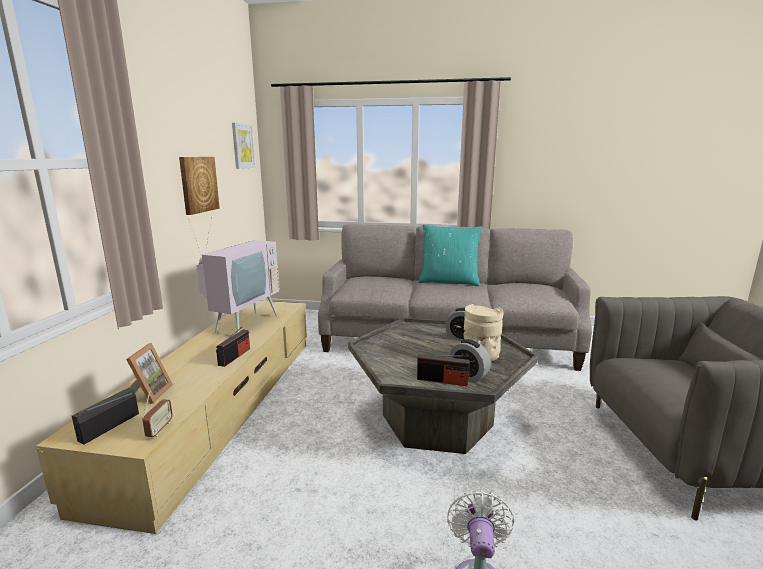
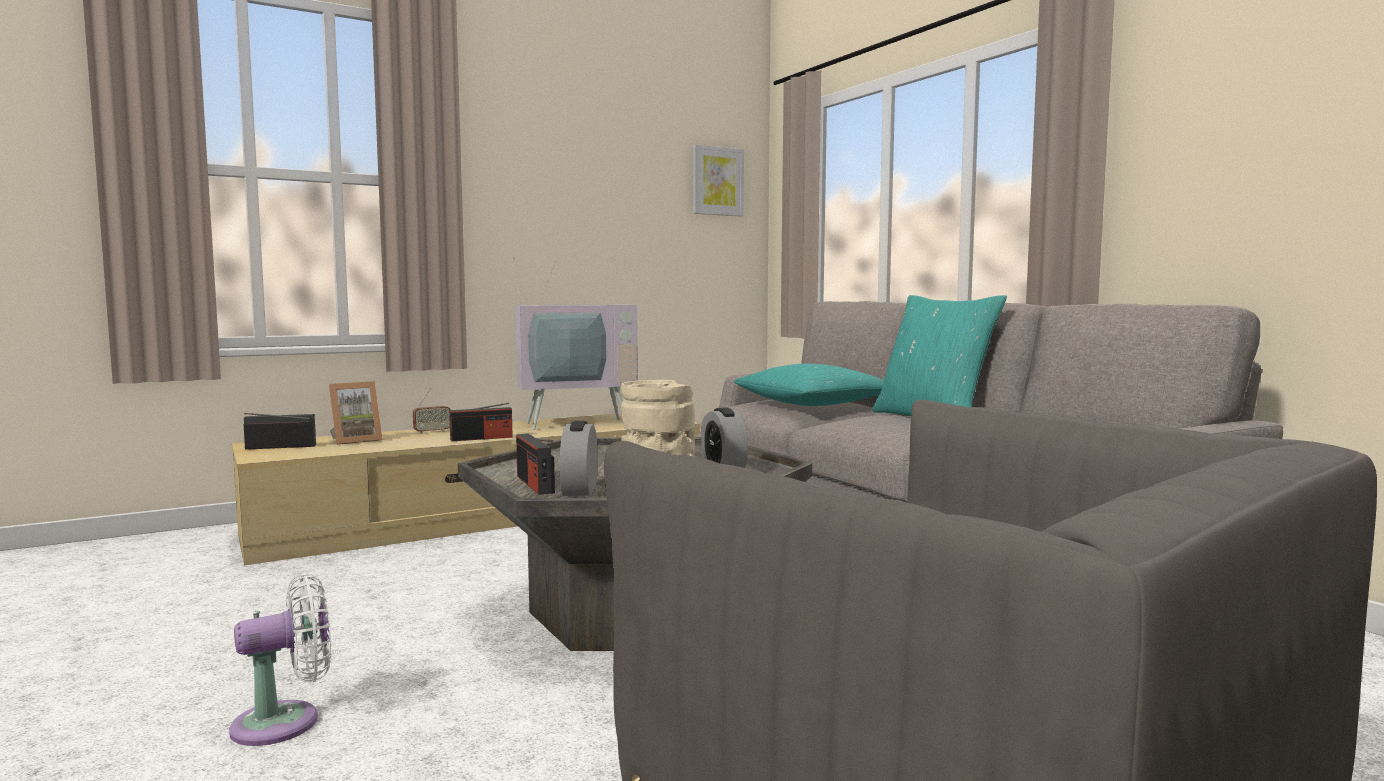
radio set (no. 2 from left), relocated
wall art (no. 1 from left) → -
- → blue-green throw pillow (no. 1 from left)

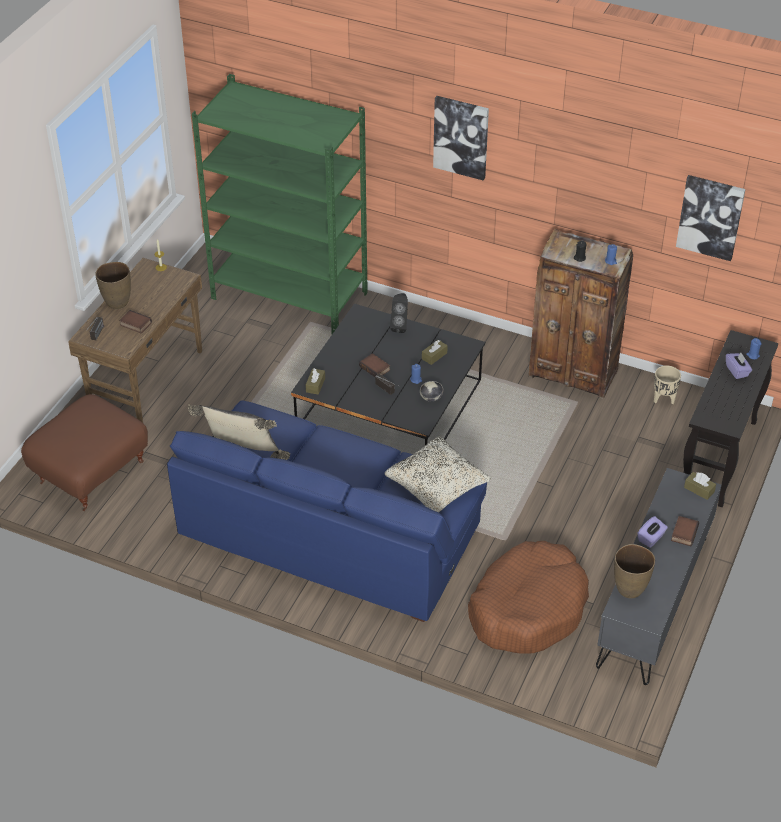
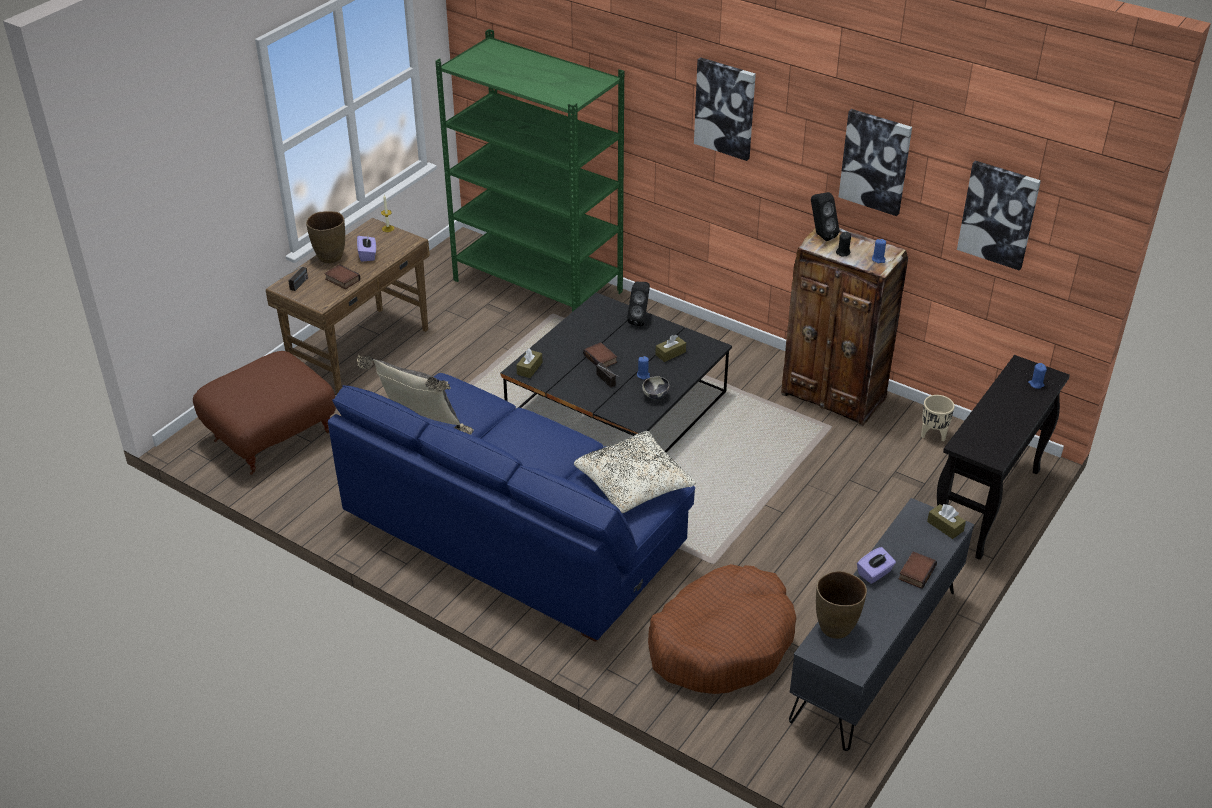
purple tissue holder (no. 2 from left in the first image) → purple tissue holder (no. 1 from left), relocated
- → black-coloured audio speaker (no. 2 from left)
- → wall art (no. 2 from left)

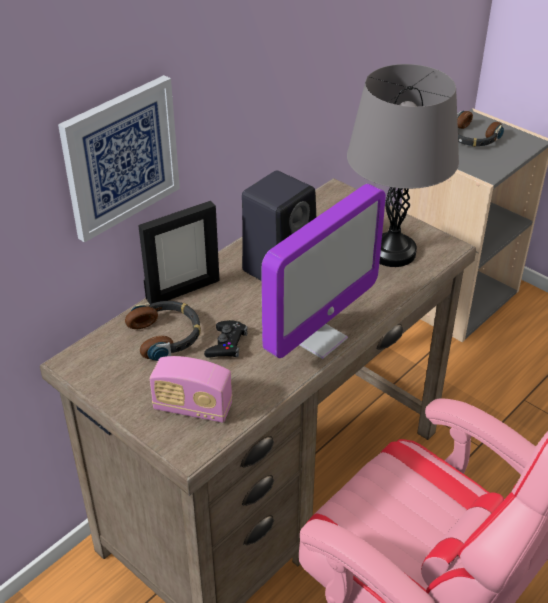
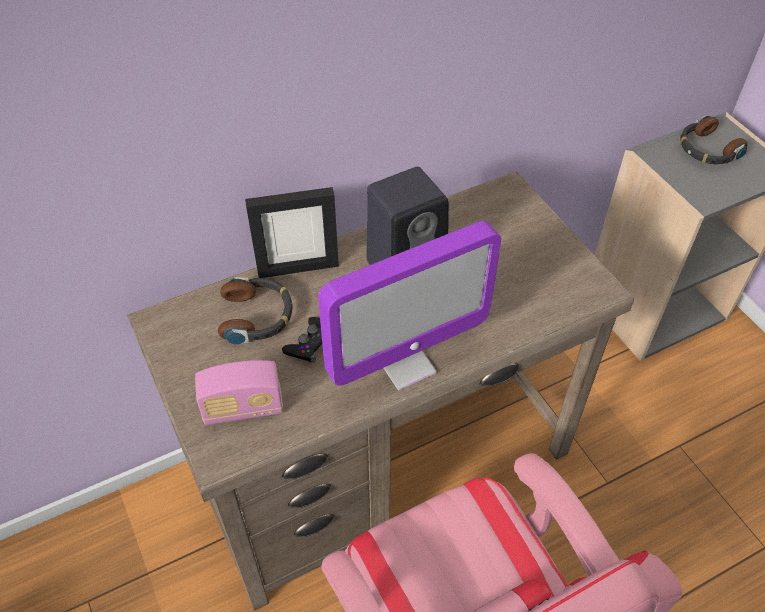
wall art → -
radio set, 45 degrees counterclockwise
greyish tabletop lamp → -

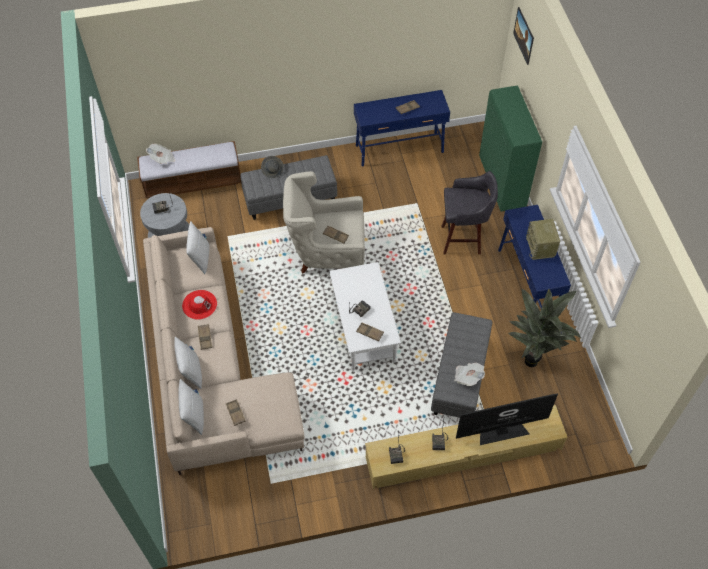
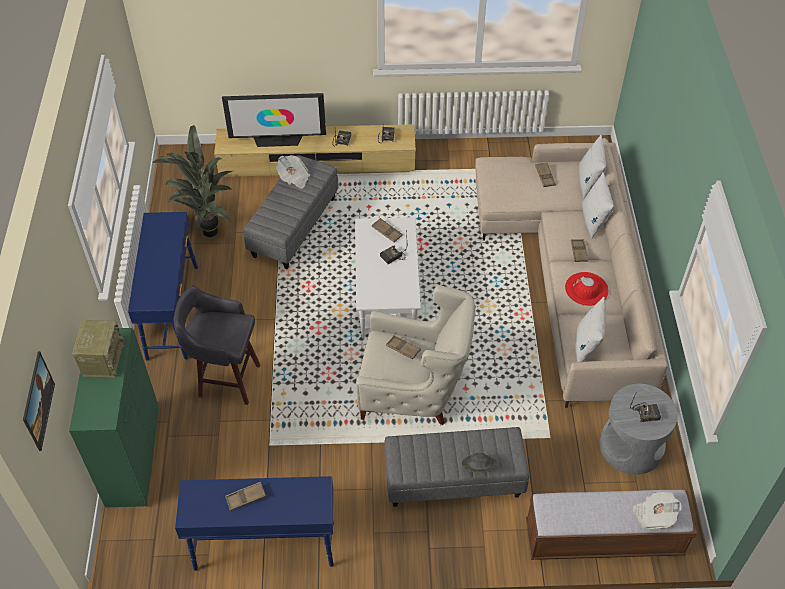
radio set (no. 5 from left in the first image) → radio set (no. 1 from left), relocated

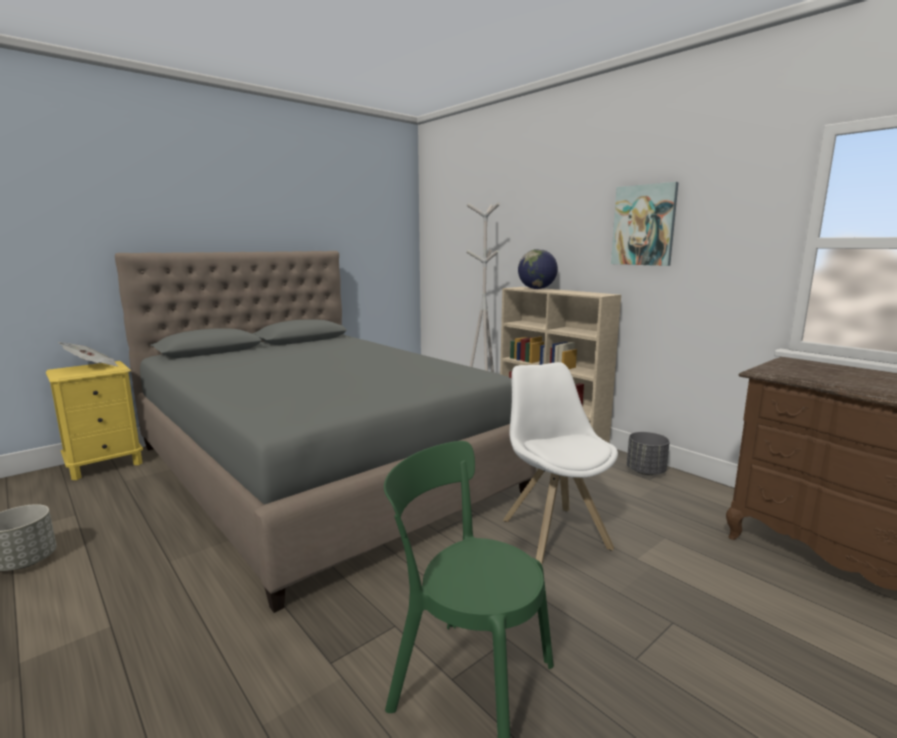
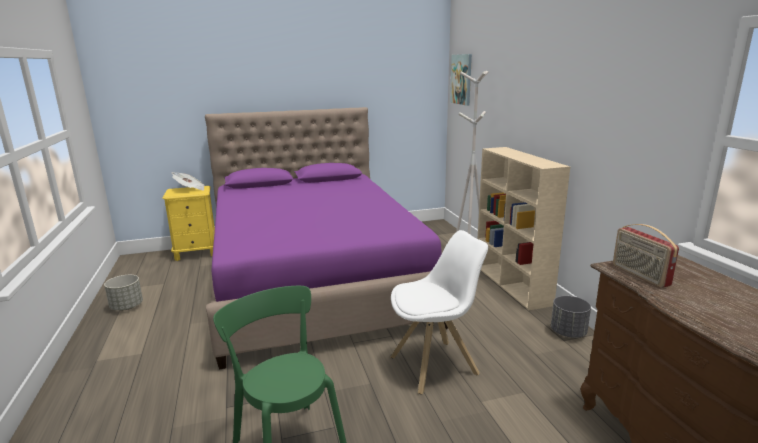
greyish bedroom bed → purple bedroom bed
white upright chair, 60 degrees clockwise
globe → -
wall art, relocated
- → radio set

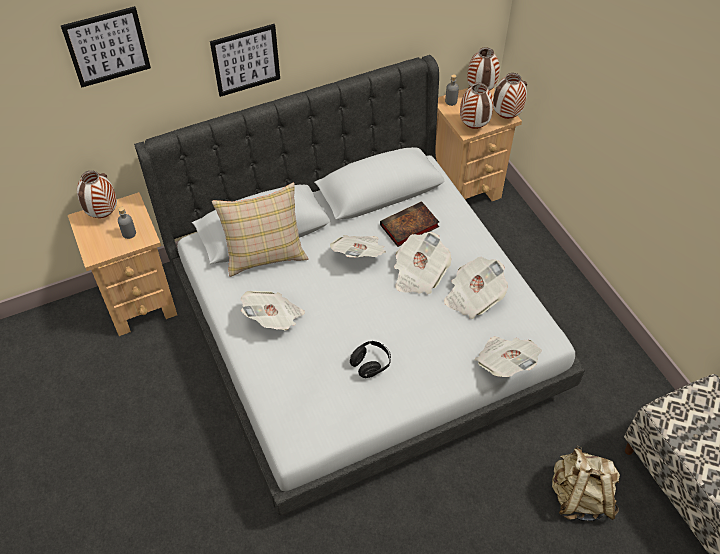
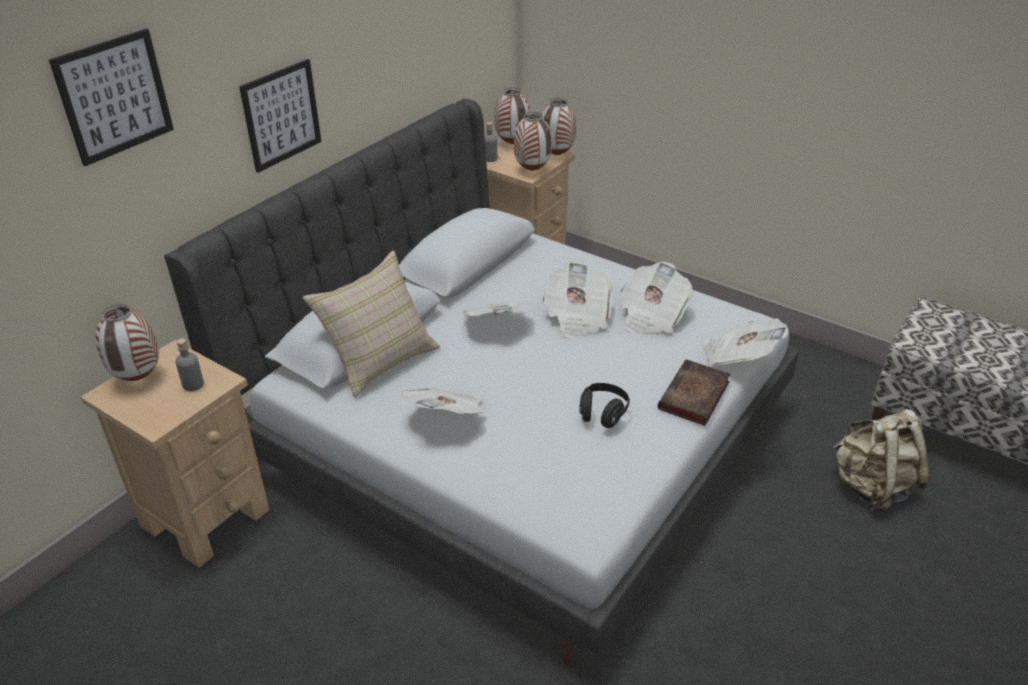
bound book, relocated

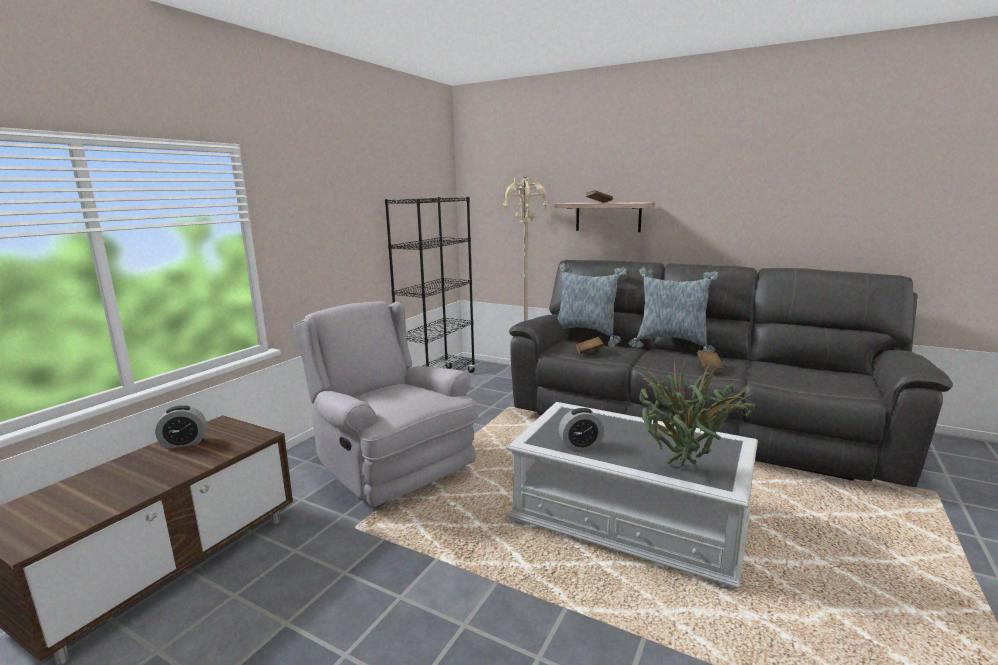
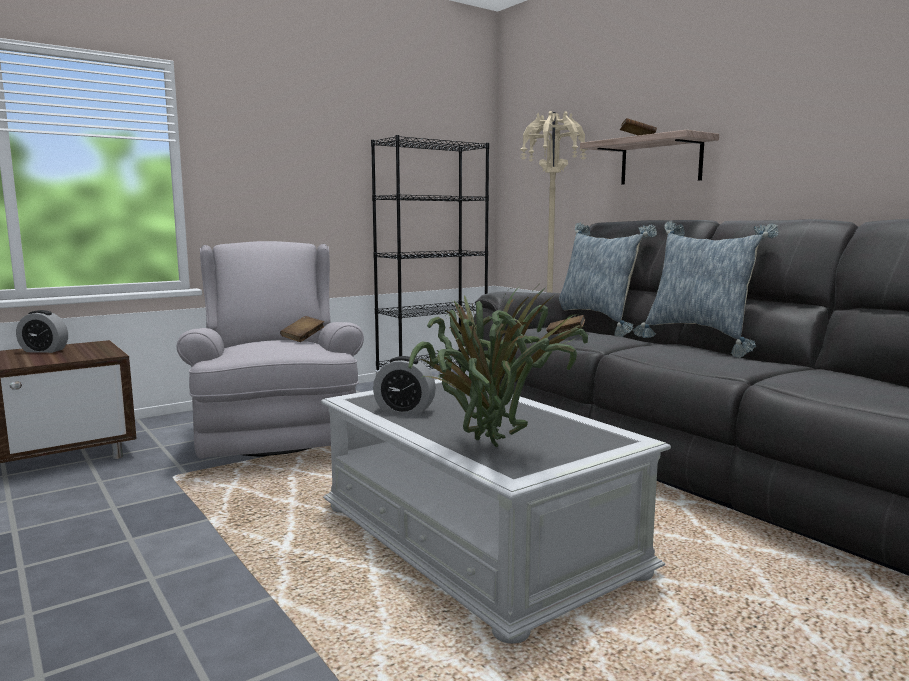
brown bound book (no. 3 from left in the first image) → brown bound book (no. 1 from left), relocated

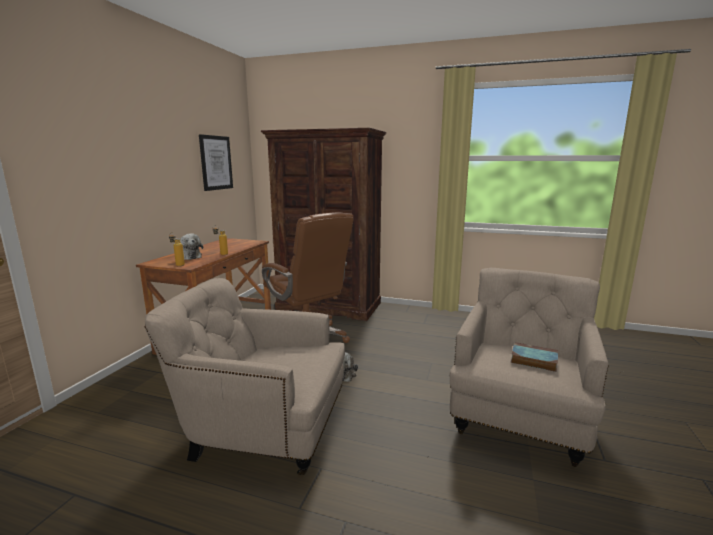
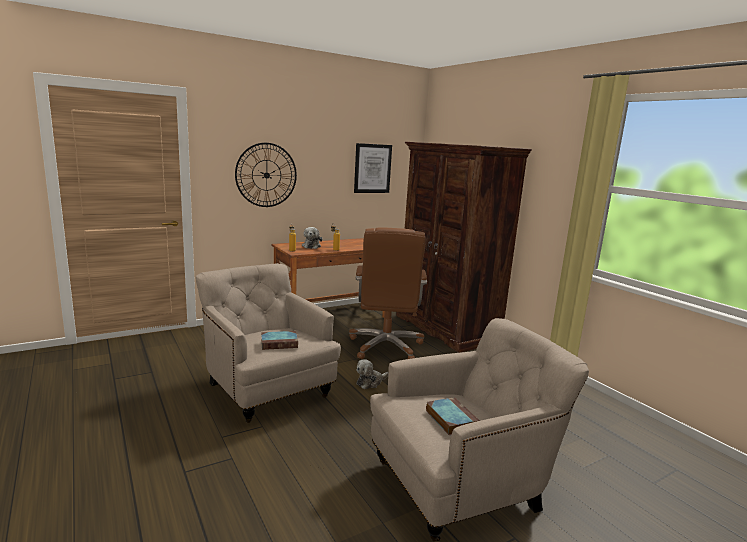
- → hanging clock
- → bound book (no. 1 from left)

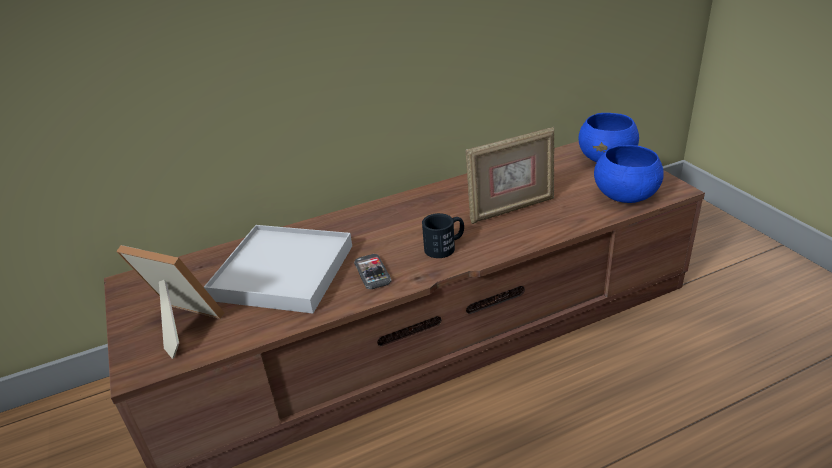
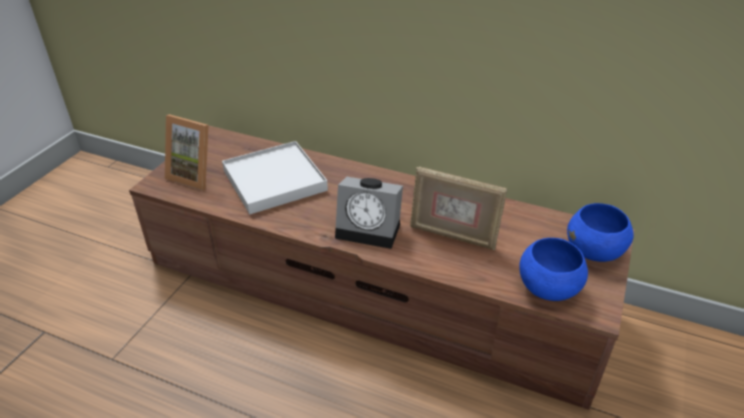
standing frame (no. 1 from left), 135 degrees clockwise
telephone → -
black-coloured coffee mug → bedside clock

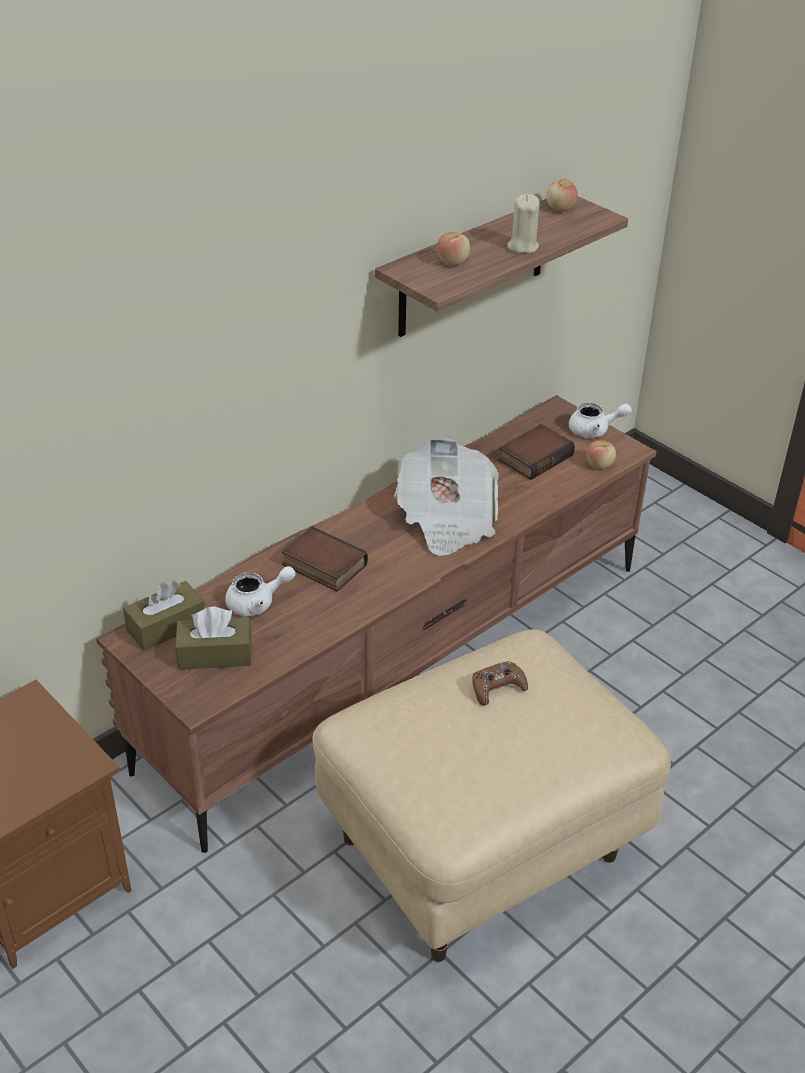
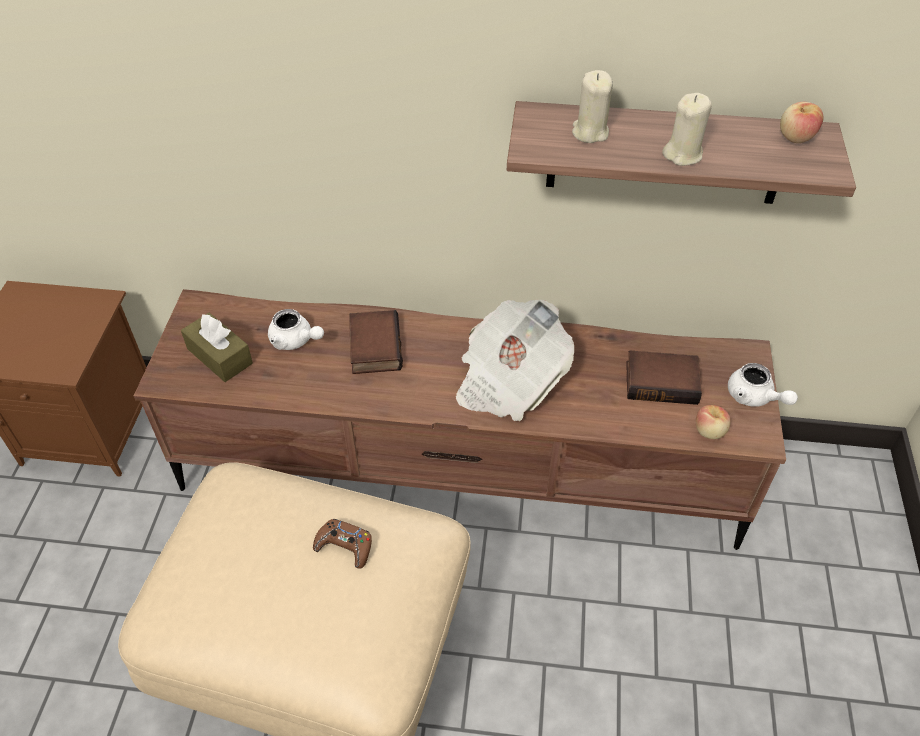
brown tissue holder (no. 1 from left) → -
apple fruit (no. 1 from left) → beige-coloured wax candle (no. 1 from left)

